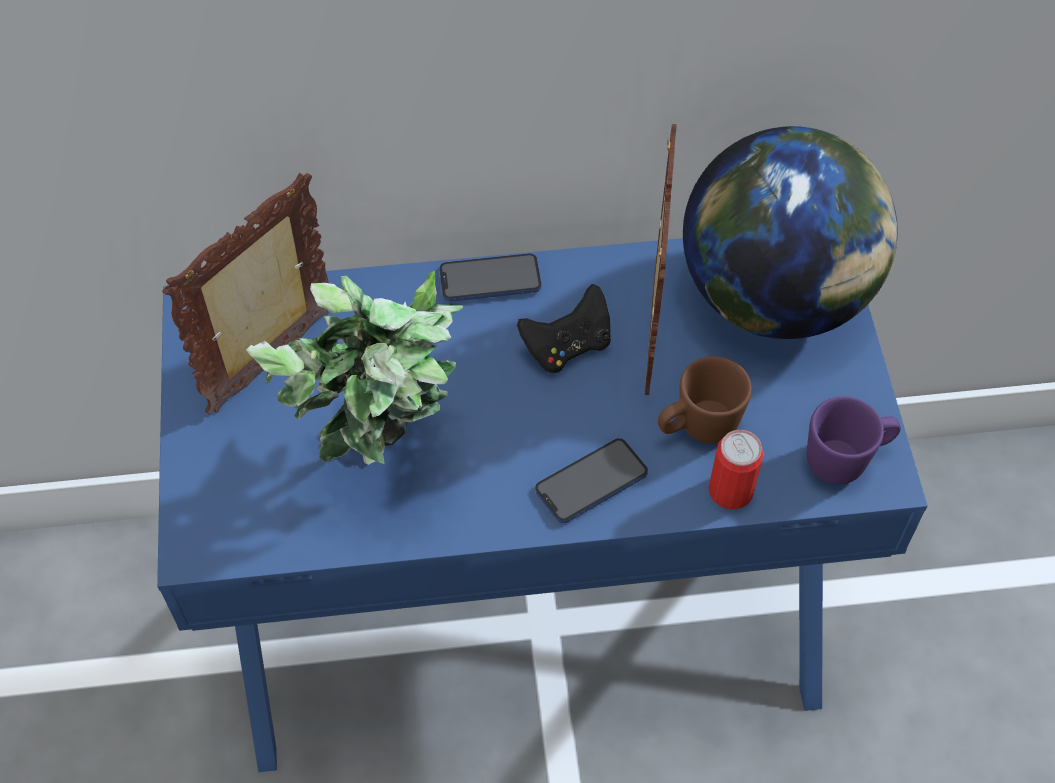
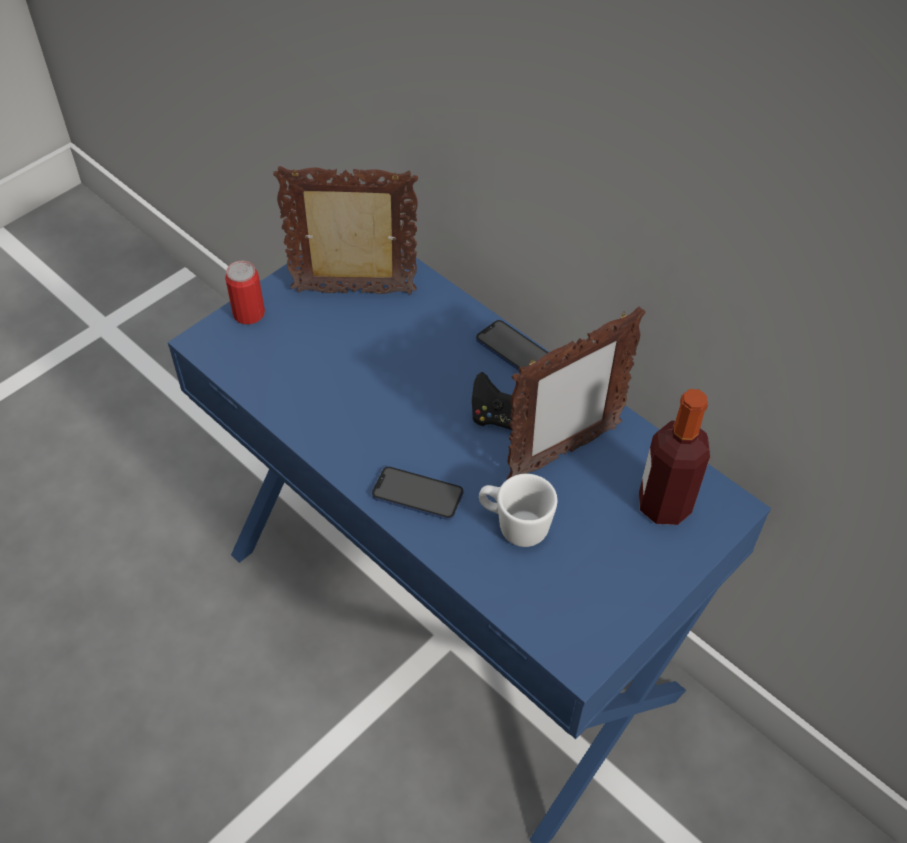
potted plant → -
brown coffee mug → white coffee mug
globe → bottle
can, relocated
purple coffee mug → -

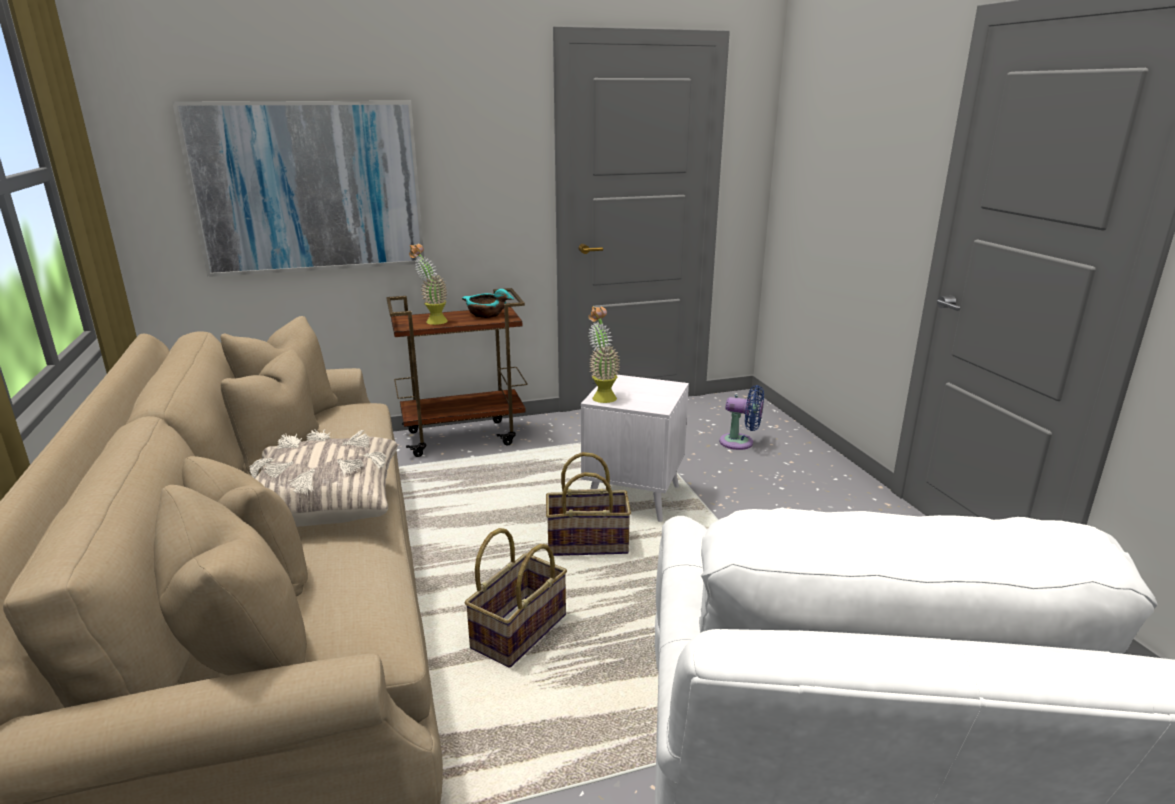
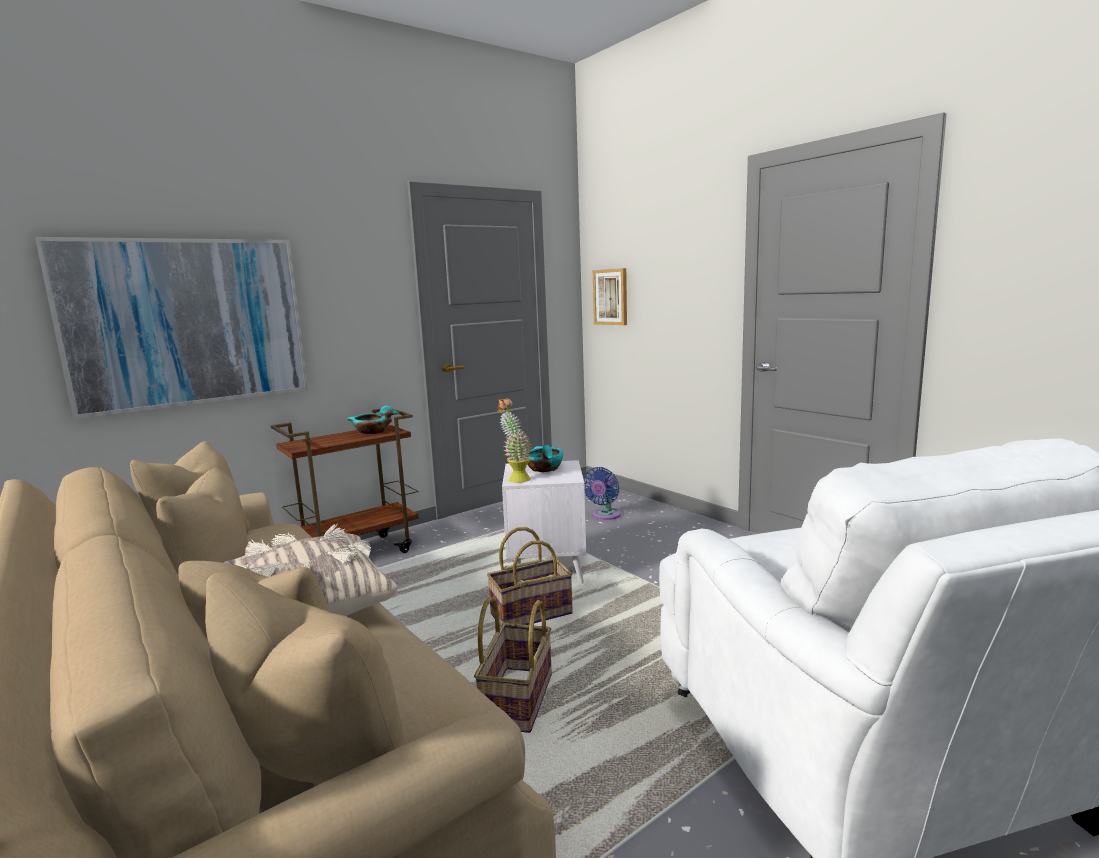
potted plant (no. 1 from left) → -
blue-coloured fan, 120 degrees clockwise
- → blue-green deep dish (no. 2 from left)
- → wall art (no. 2 from left)

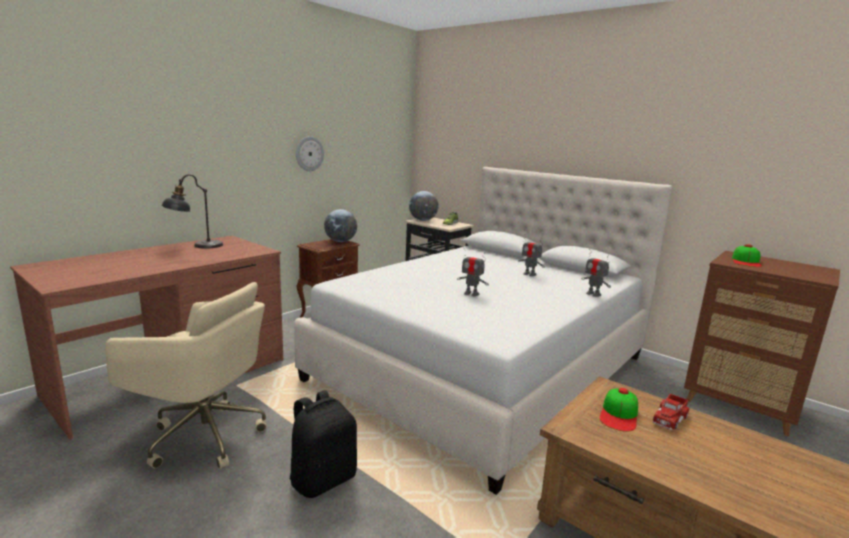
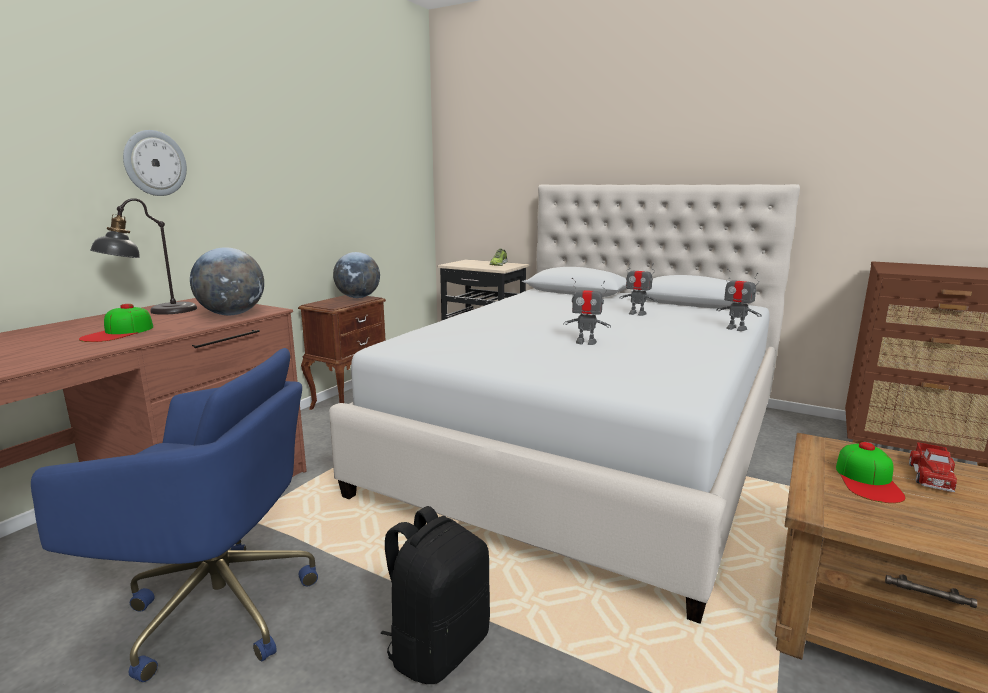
beige-coloured office chair → blue-coloured office chair
hanging clock, relocated
globe (no. 2 from left in the first image) → globe (no. 1 from left), relocated
baseball cap (no. 2 from left in the first image) → baseball cap (no. 1 from left), relocated

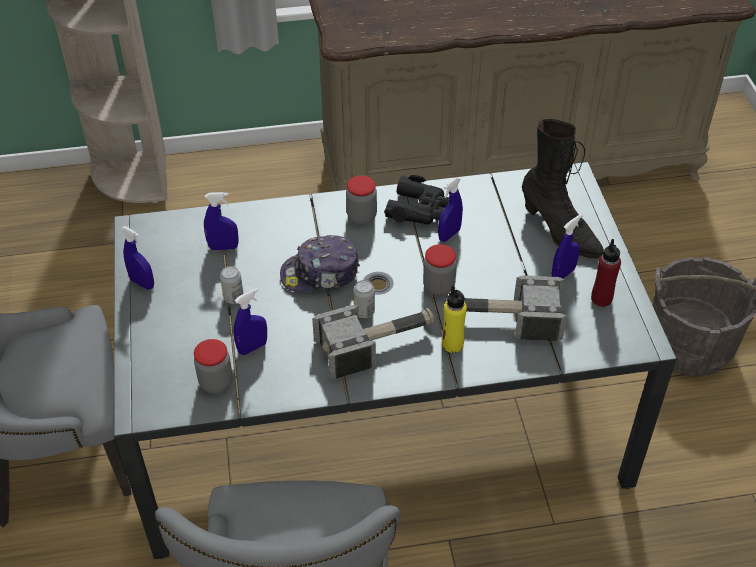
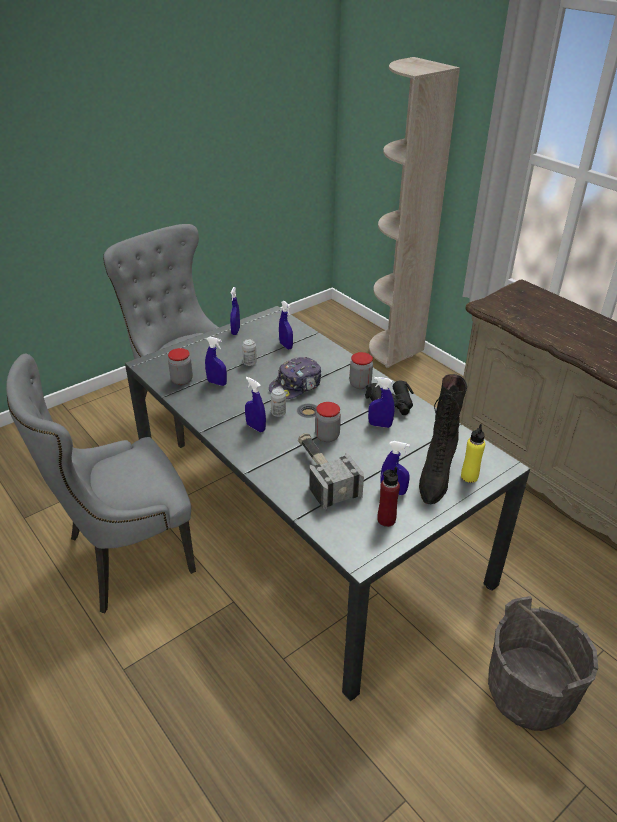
baseball cap, 90 degrees counterclockwise
tool hammer (no. 1 from left) → blue-coloured spray bottle (no. 3 from left)
yellow bottle, relocated

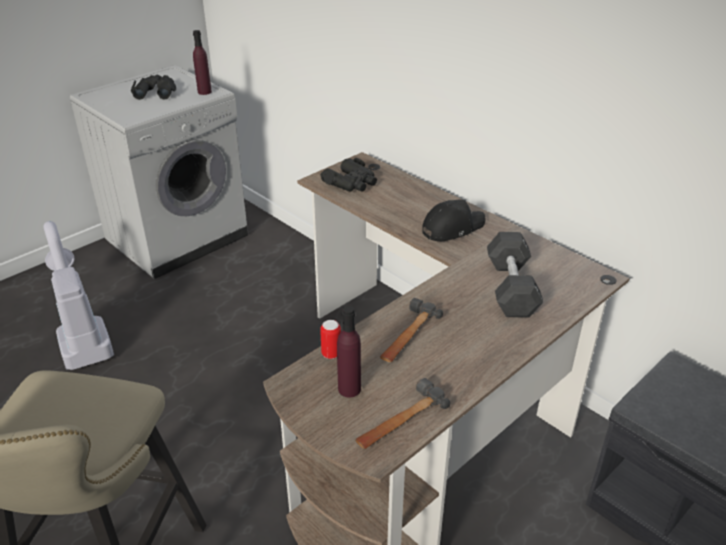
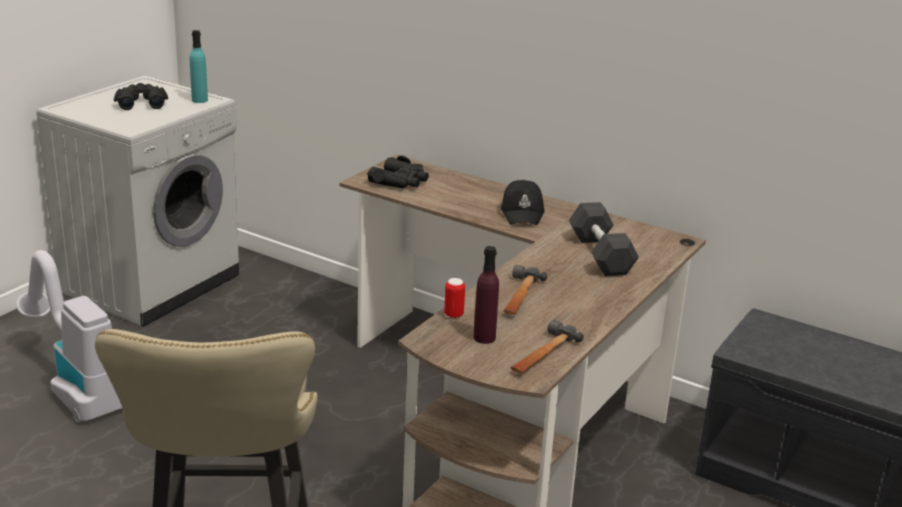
purple bottle (no. 1 from left) → blue-green bottle
black-coloured baseball cap, 135 degrees clockwise

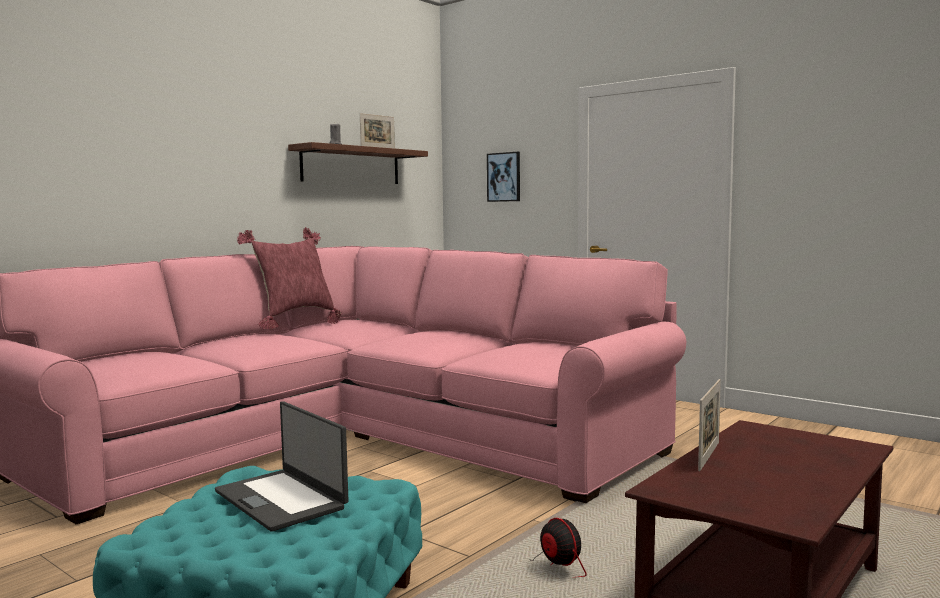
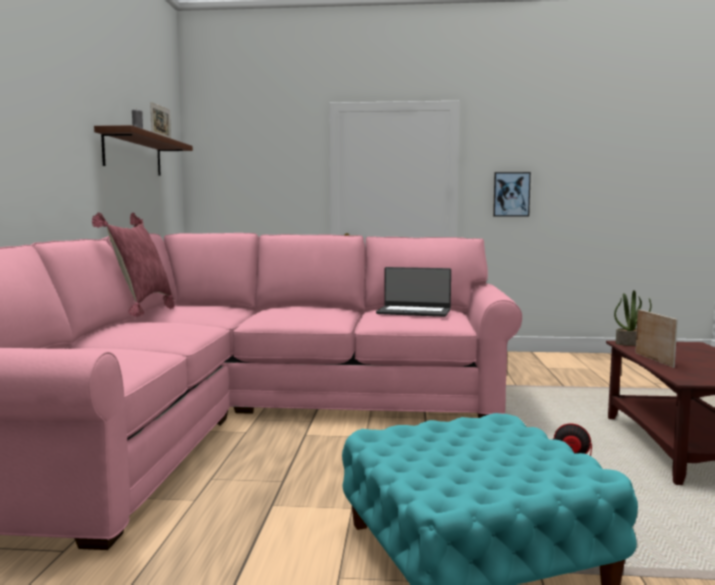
notebook computer, relocated
wall art, relocated
- → potted plant

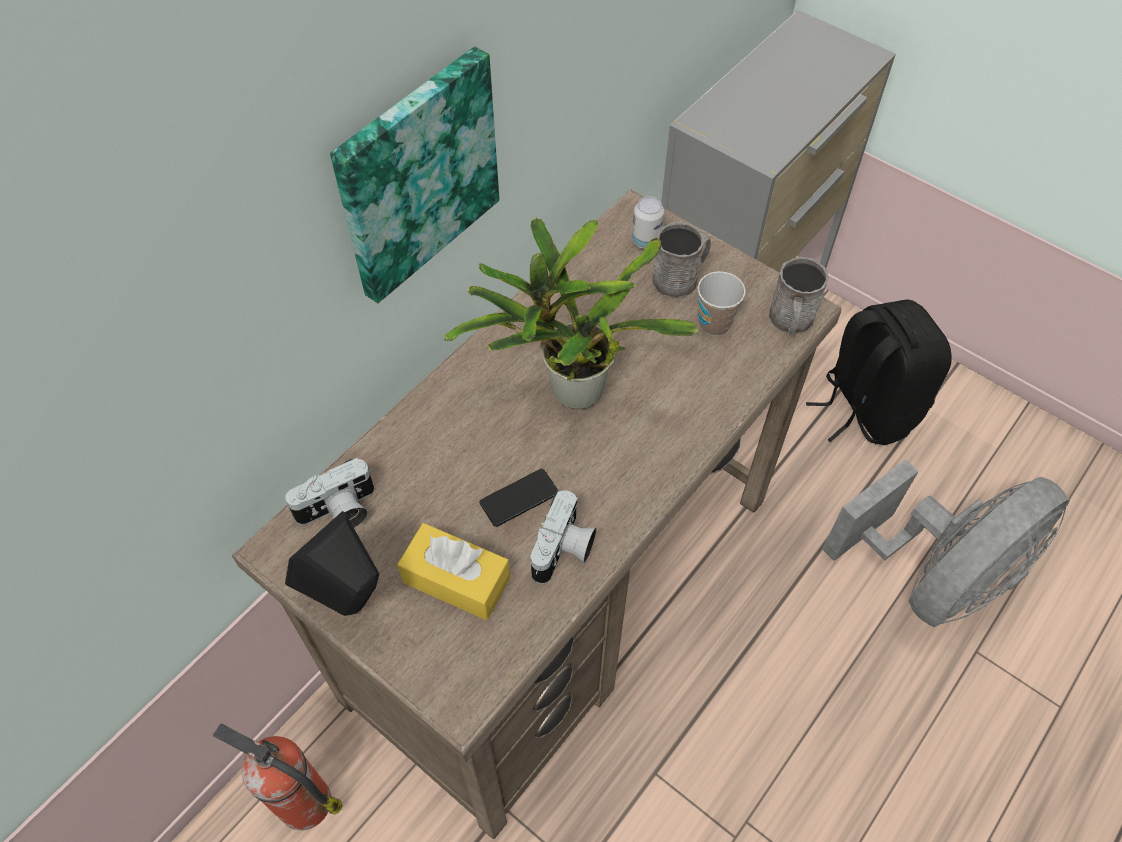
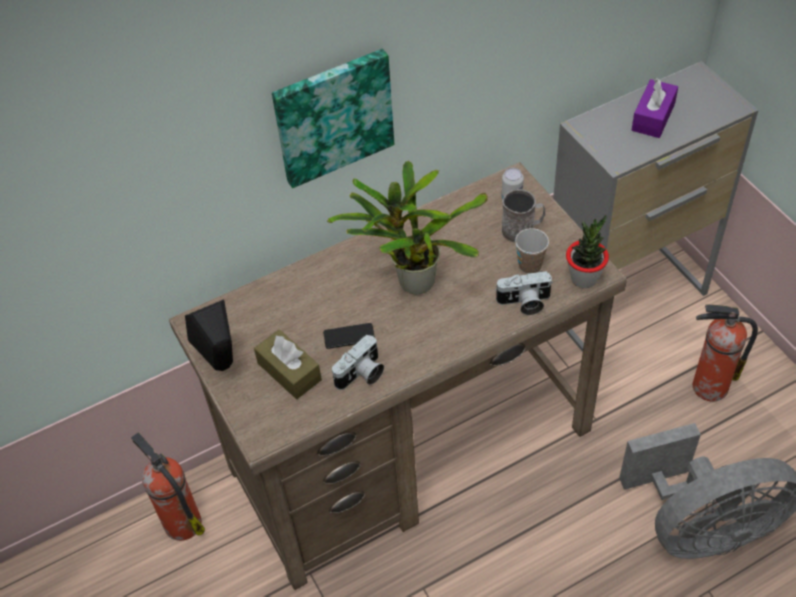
photo camera (no. 1 from left in the first image) → photo camera (no. 2 from left), relocated
yellow tissue holder → brown tissue holder
greyish coffee mug (no. 2 from left) → potted plant (no. 2 from left)
black-coloured backpack → fire extinguisher (no. 2 from left)
- → purple tissue holder

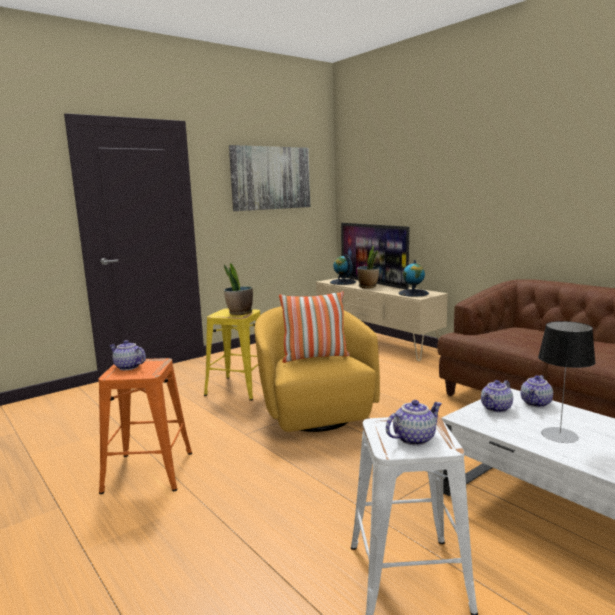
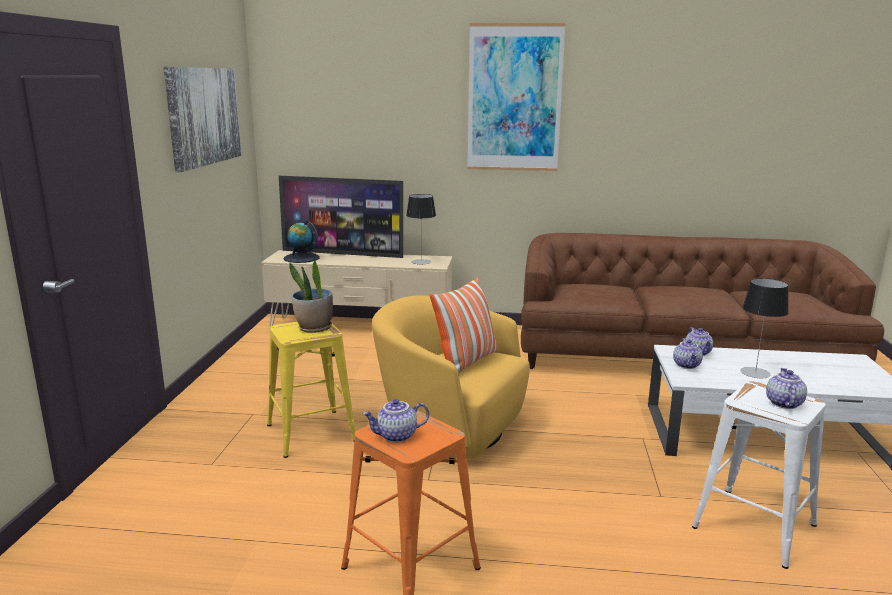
potted plant (no. 2 from left) → -
globe (no. 2 from left) → tabletop lamp (no. 1 from left)
- → wall art (no. 2 from left)

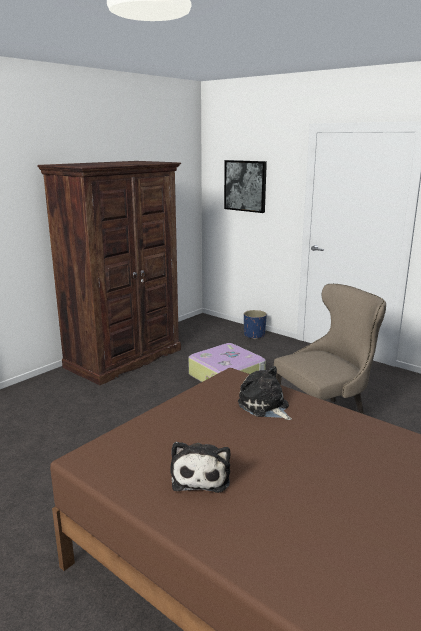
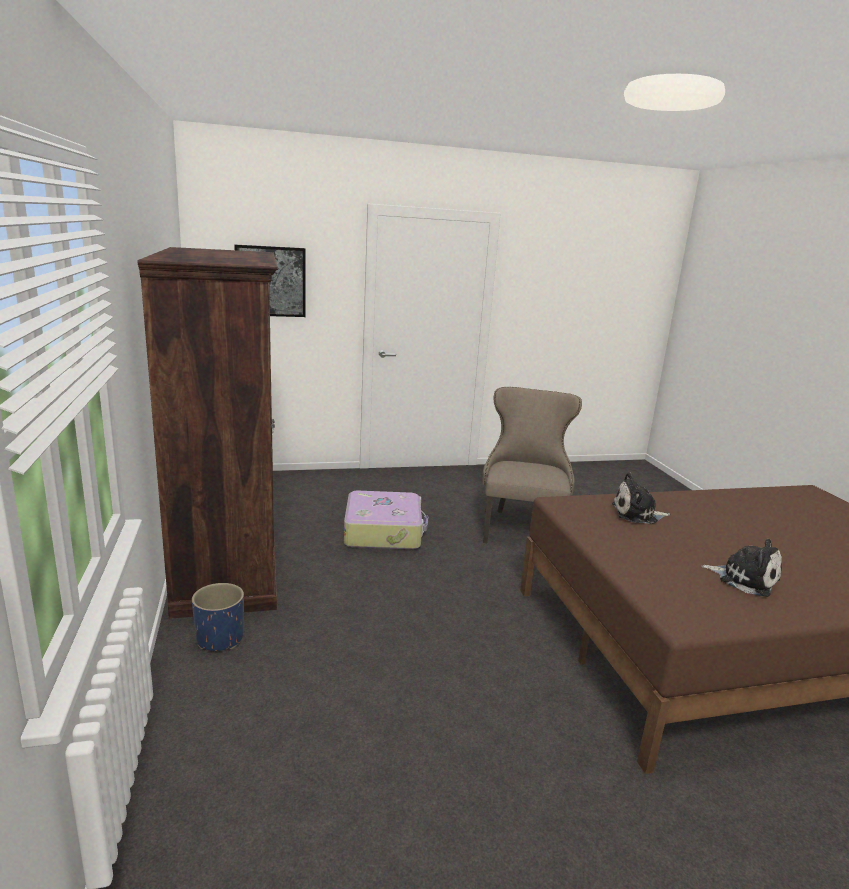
blue-coloured planter, relocated

